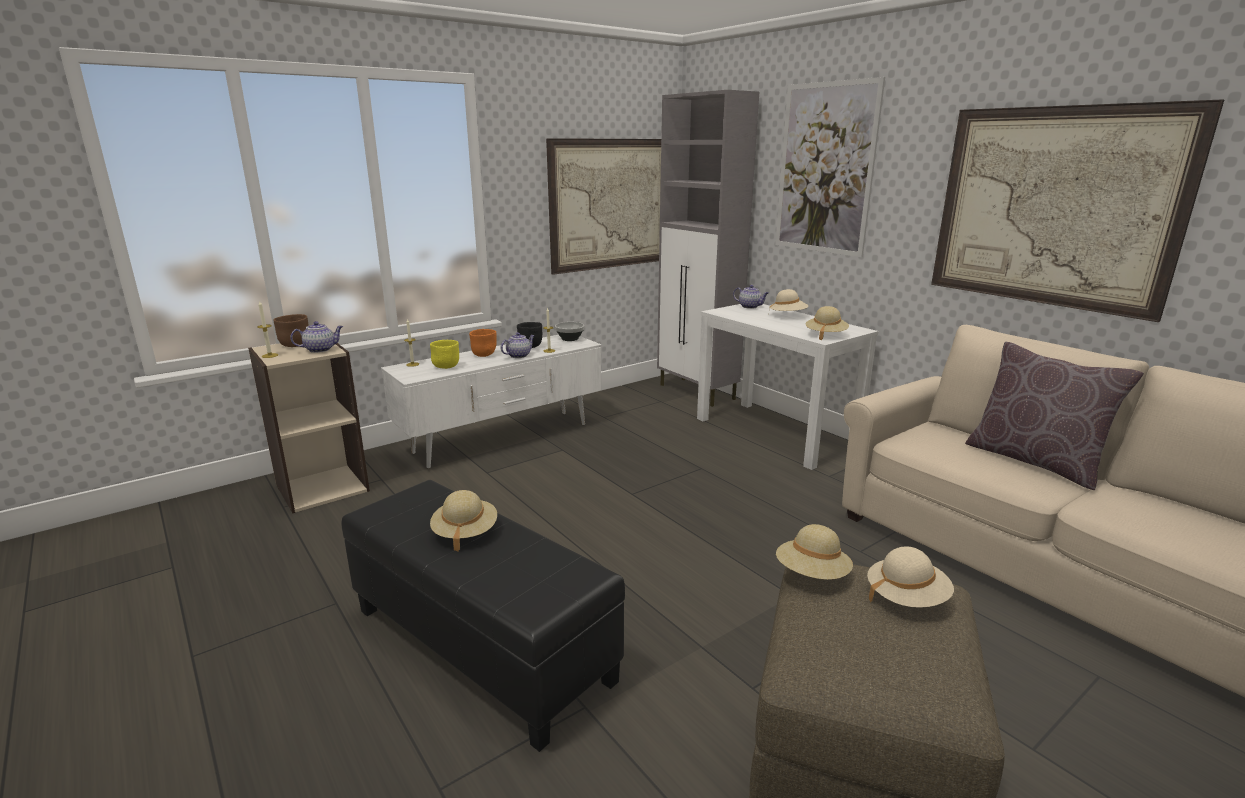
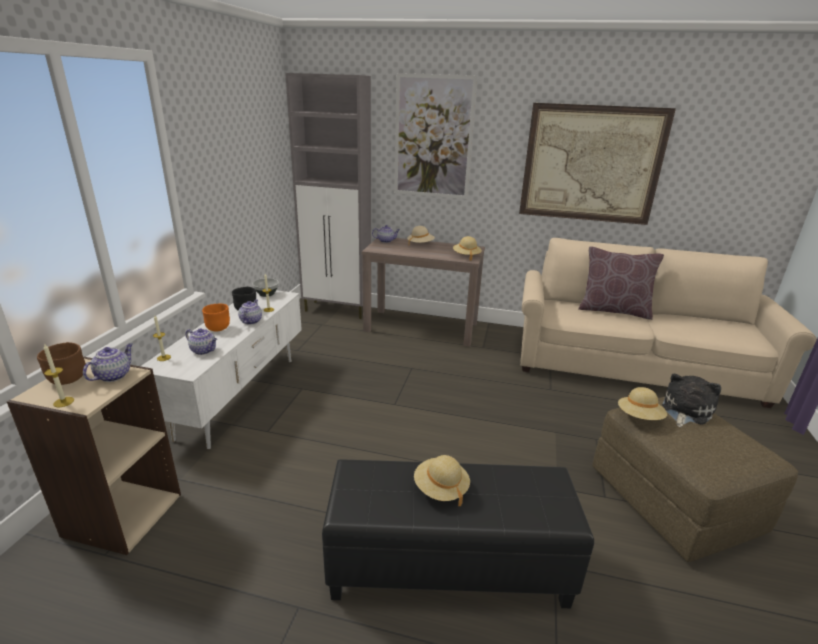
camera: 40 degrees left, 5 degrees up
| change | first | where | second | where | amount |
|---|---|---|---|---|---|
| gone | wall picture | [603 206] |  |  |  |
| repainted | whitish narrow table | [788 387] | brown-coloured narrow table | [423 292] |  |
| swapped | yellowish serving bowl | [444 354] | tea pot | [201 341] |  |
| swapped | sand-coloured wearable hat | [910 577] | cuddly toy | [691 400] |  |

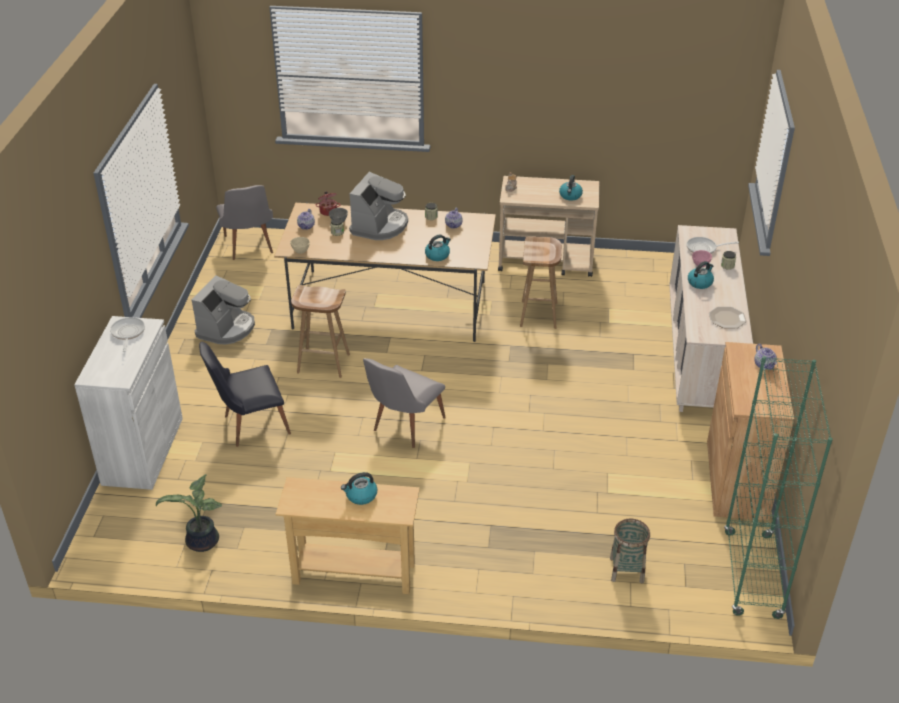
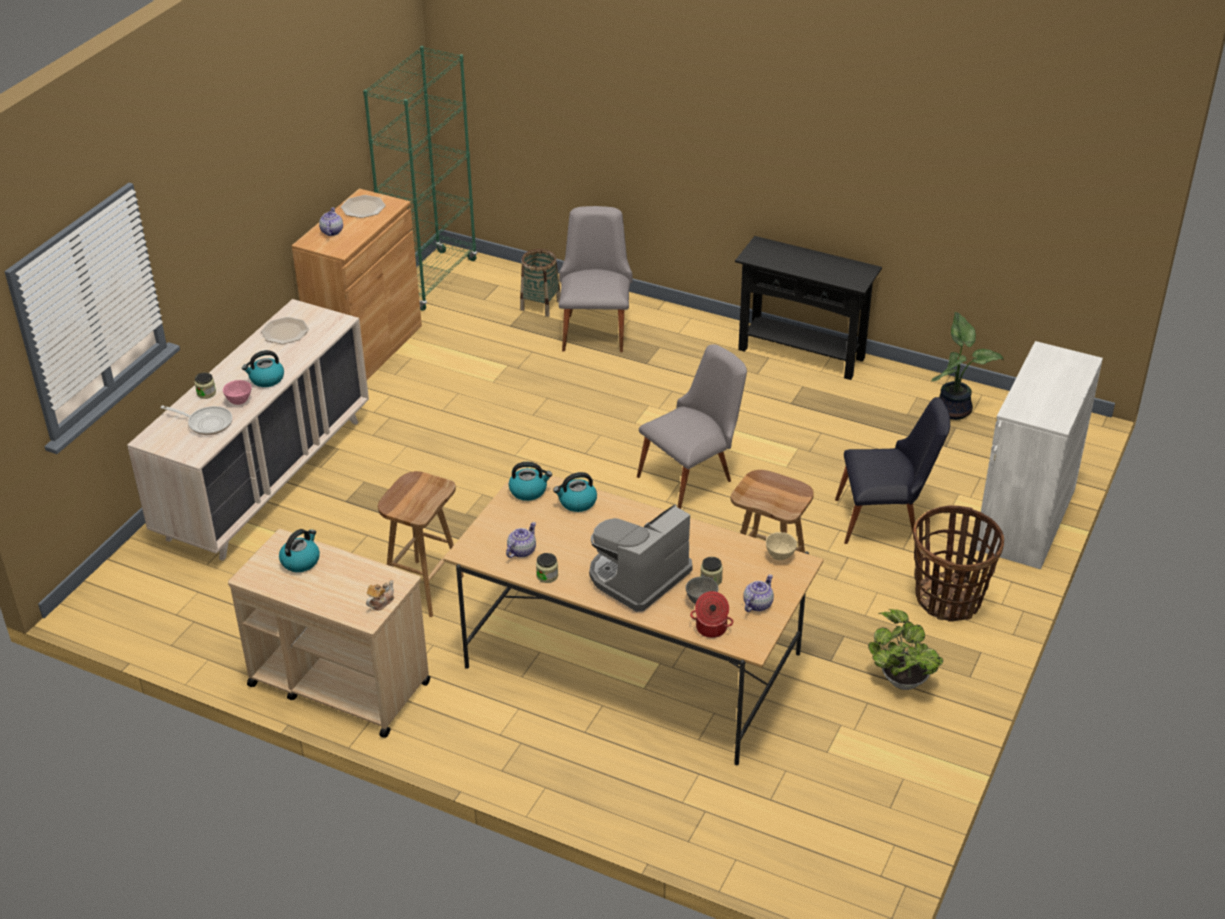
camera: 160 degrees left, 0 degrees up
| change | first | where | second | where | amount |
|---|---|---|---|---|---|
| shifted | gray upright chair | [244 222] |  | [595 279] |  |
| swapped | coffee brewer | [223 309] | houseplant | [905 649] |  |
| gone | skillet | [127 334] |  |  |  |
| shifted | kettle | [359 488] |  | [530 481] |  |
| repainted | sand-coloured narrow table | [348 535] | blackish narrow table | [808 308] |  |
| new |  |  | dinner plate | [363 206] |  |
| new |  |  | storage basket | [958 563] |  |

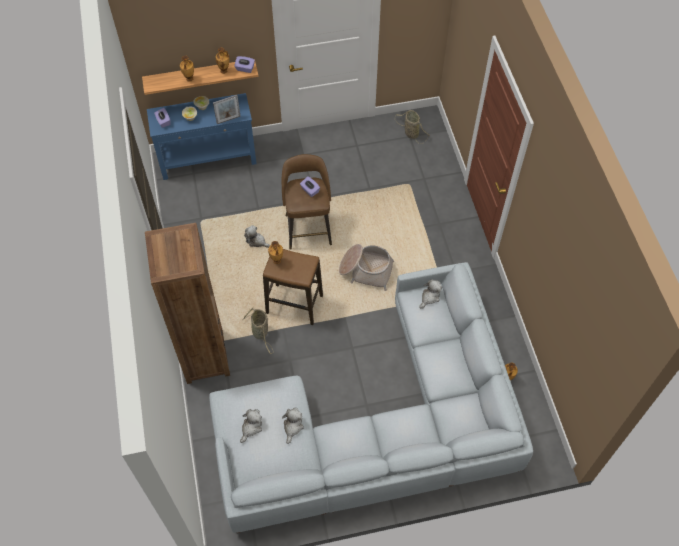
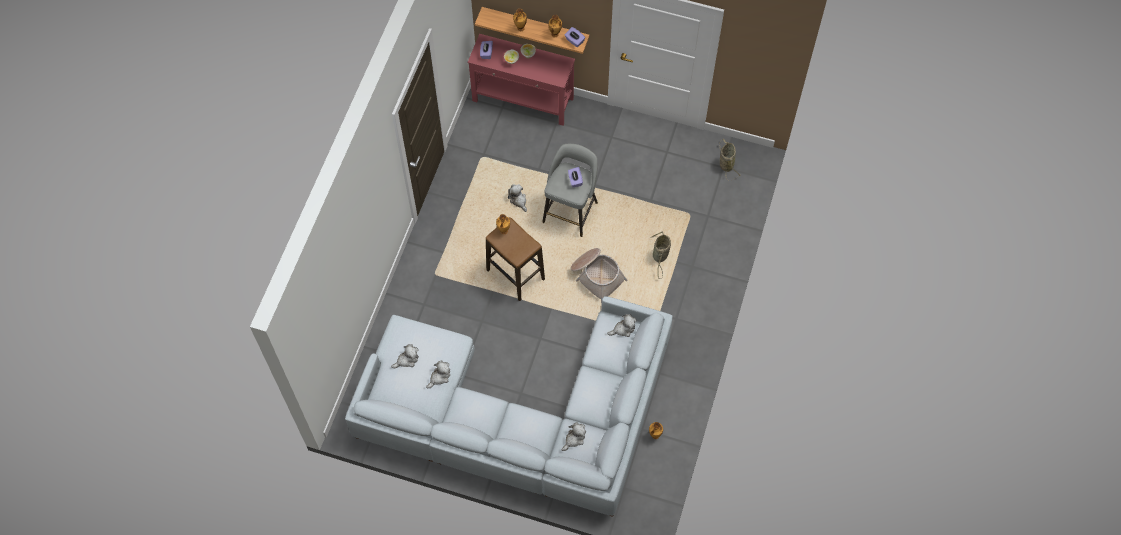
camera: 30 degrees right, 5 degrees up
| change | first | where | second | where | amount |
|---|---|---|---|---|---|
| repainted | blue-coloured narrow table | [202 136] | red narrow table | [521 80] |  |
| gone | standing frame | [227 109] |  |  |  |
| repainted | brown-coloured sitting stool | [307 202] | gray sitting stool | [570 190] |  |
| gone | brown-coloured shelving unit | [187 303] |  |  |  |
| shifted | storage basket | [258 331] |  | [661 255] |  |
| new |  |  | cuddly toy | [574 436] |  |

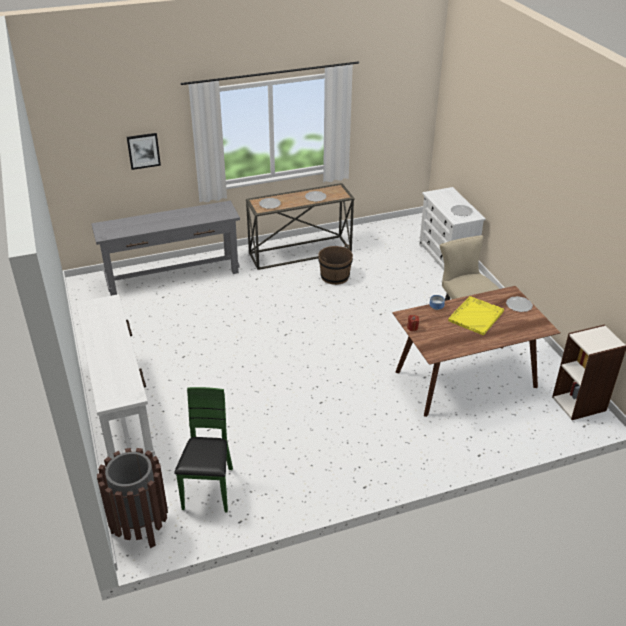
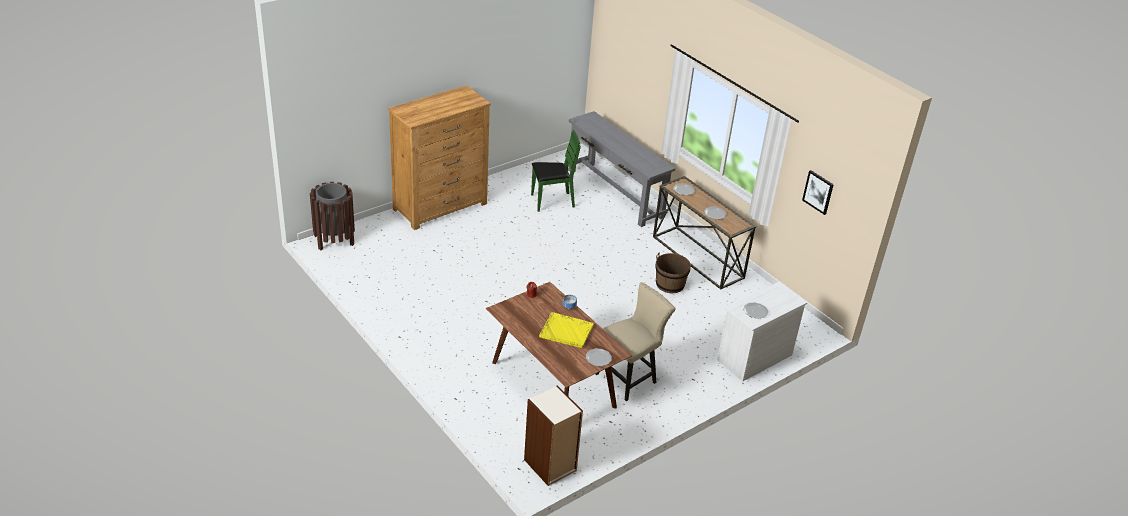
camera: 70 degrees right, 0 degrees up
| change | first | where | second | where | amount |
|---|---|---|---|---|---|
| shifted | wall picture | [144 151] |  | [818 192] |  |
| swapped | whitish narrow table | [115 376] | brown-coloured dresser | [439 157] |  |
| shifted | green upright chair | [203 449] |  | [556 171] |  |

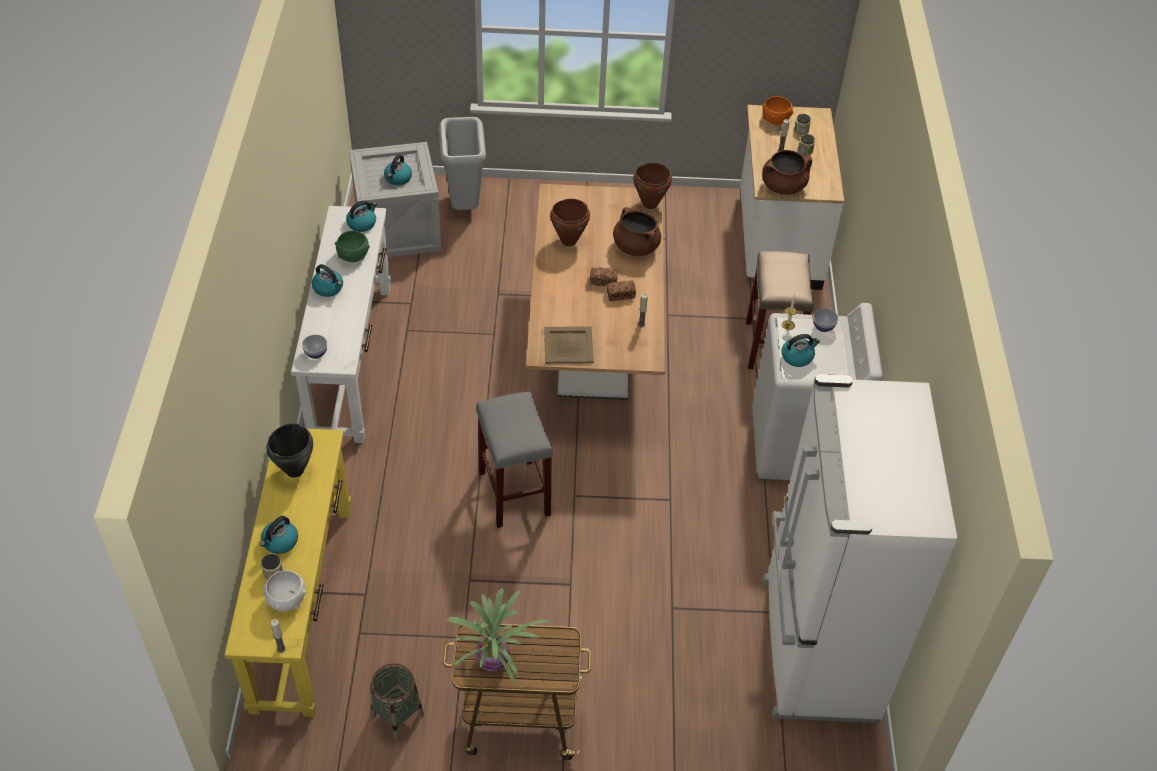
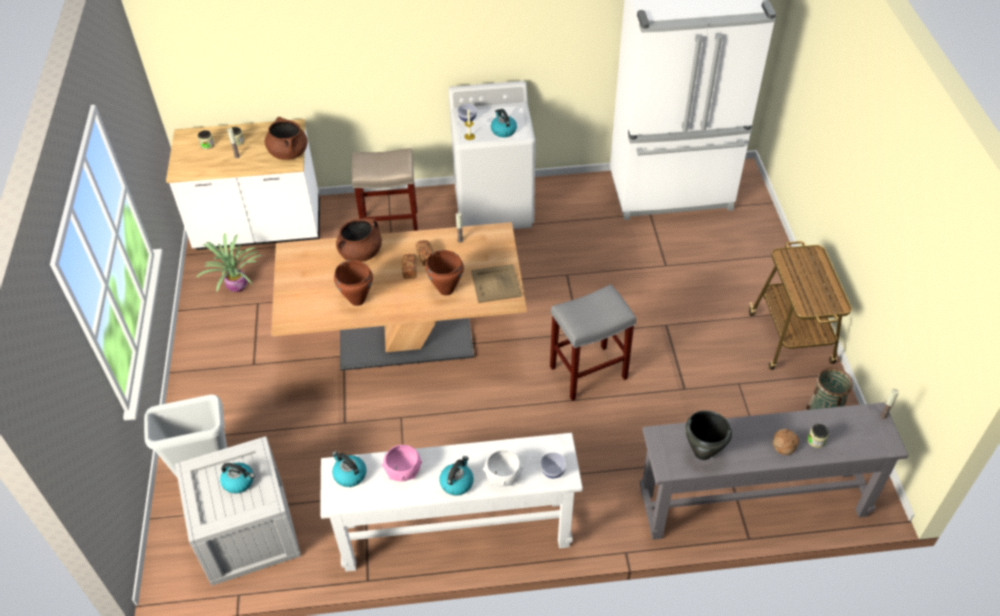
camera: 95 degrees left, 0 degrees up
| change | first | where | second | where | amount |
|---|---|---|---|---|---|
| gone | orange serving bowl | [777 110] |  |  |  |
| shifted | brown-coloured stockpot | [652 186] |  | [444 273] |  |
| repainted | green serving bowl | [352 246] | pinkish serving bowl | [402 463] |  |
| repainted | yellowish narrow table | [287 572] | gray narrow table | [774 471] |  |
| swapped | kettle | [279 535] | bread | [786 442] |  |
| shifted | whitish serving bowl | [284 590] |  | [503 468] |  |
| shifted | houseplant | [498 636] |  | [229 262] |  |

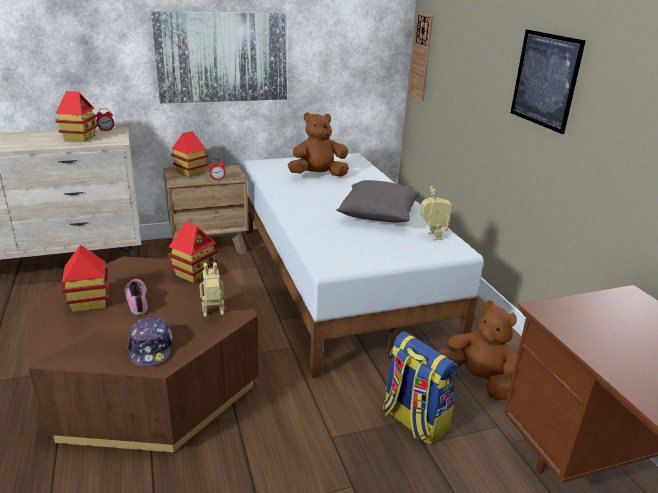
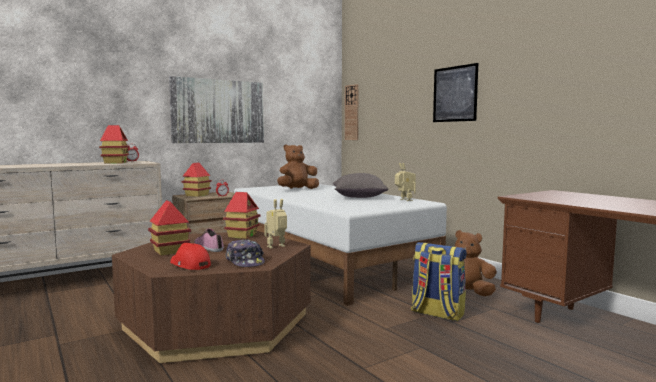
camera: 15 degrees left, 20 degrees down
| change | first | where | second | where | amount |
|---|---|---|---|---|---|
| new |  |  | red baseball cap | [190 256] |  |

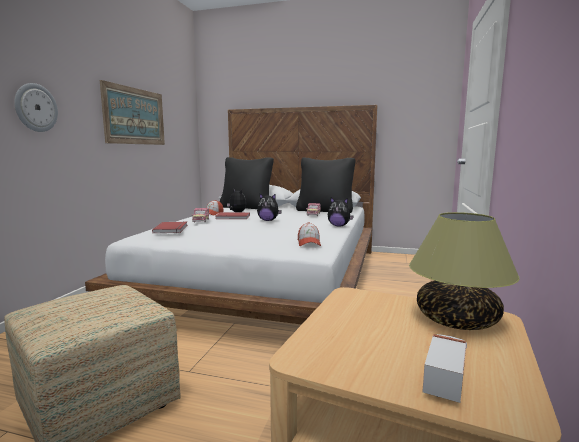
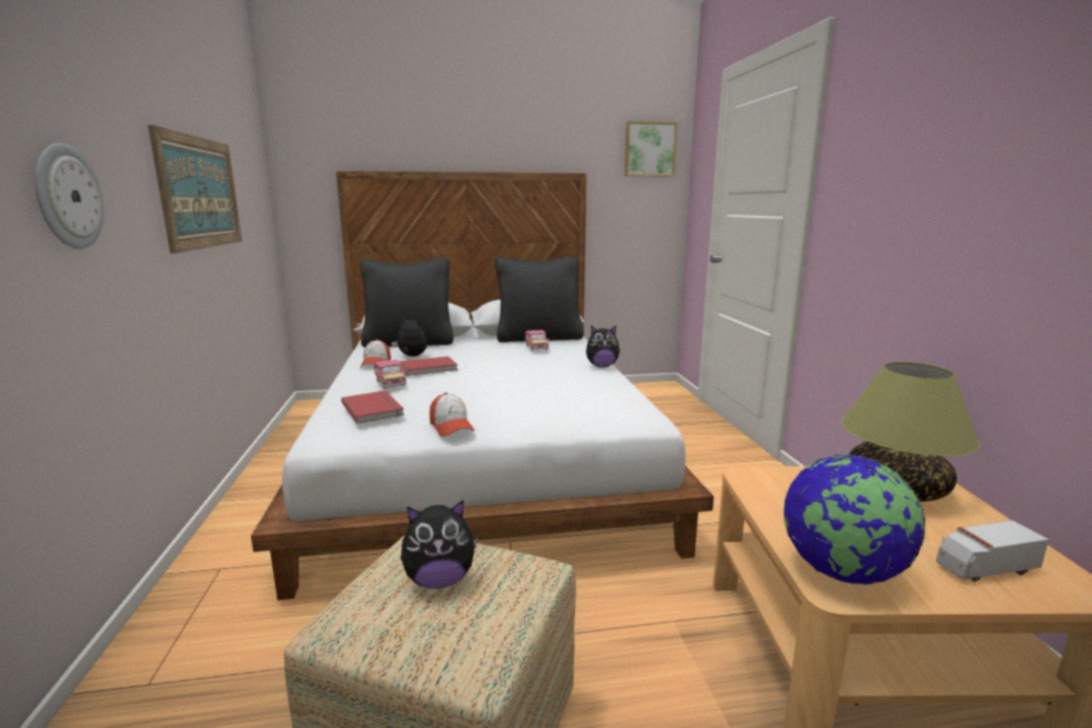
camera: 25 degrees left, 5 degrees up
| change | first | where | second | where | amount |
|---|---|---|---|---|---|
| shifted | cuddly toy | [269 207] |  | [439 544] |  |
| shifted | baseball cap | [309 234] |  | [452 415] |  |
| rotated | model truck | [444 368] |  | [992 550] | 105 degrees counterclockwise |
| new |  |  | wall picture | [651 149] |  |
| new |  |  | globe | [854 520] |  |

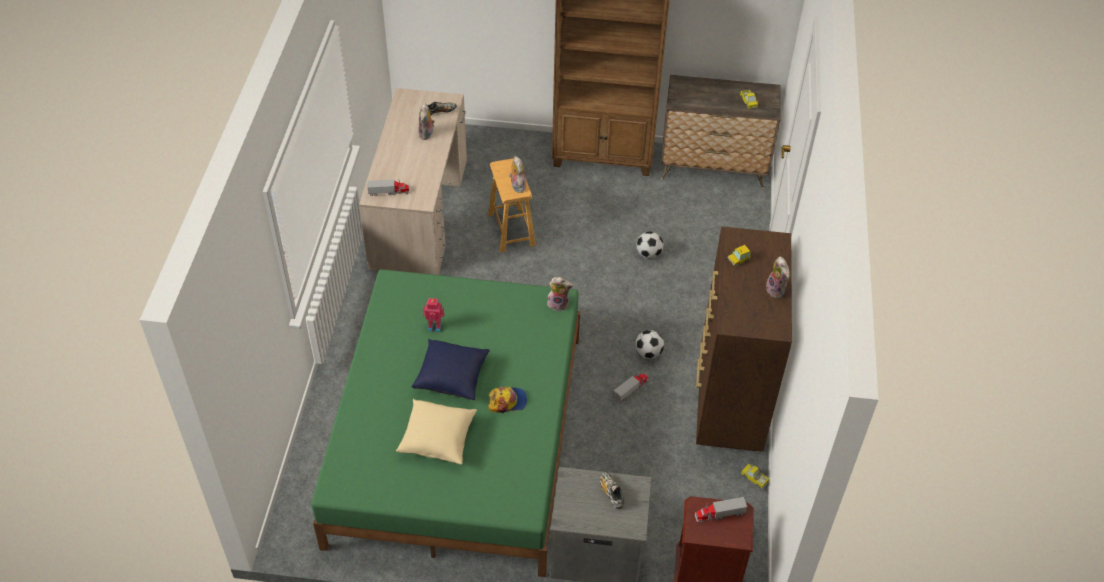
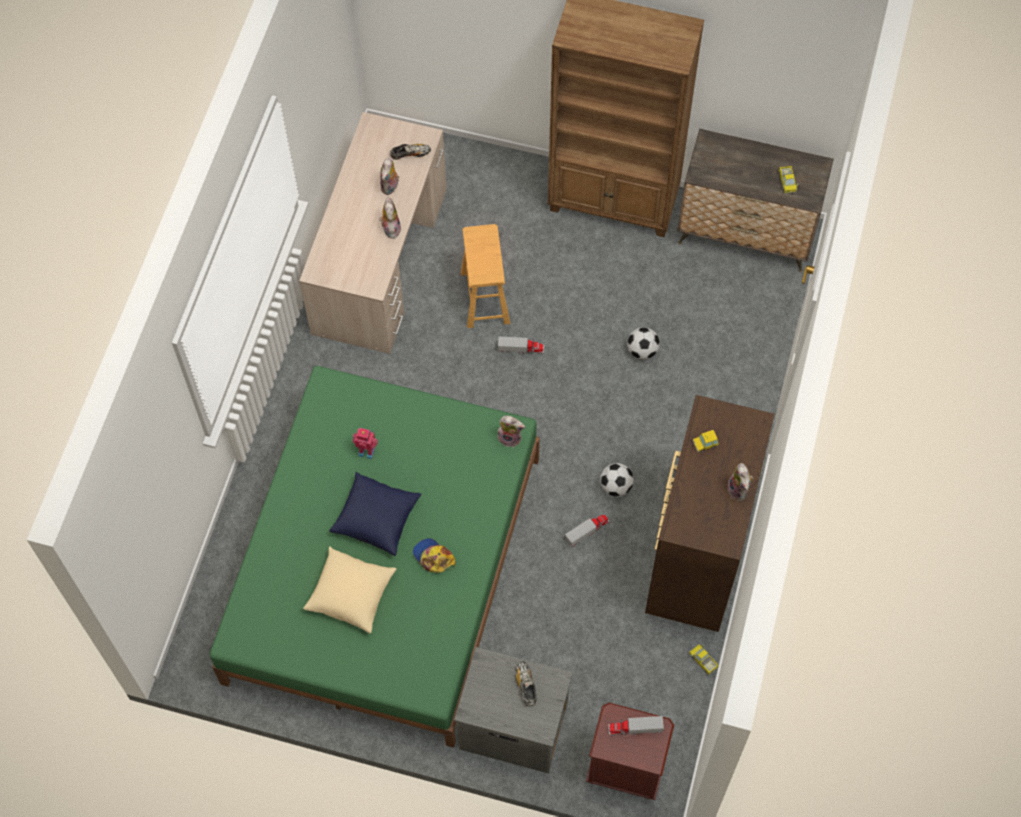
camera: 10 degrees right, 15 degrees up
| change | first | where | second | where | amount |
|---|---|---|---|---|---|
| shifted | cuddly toy | [517 174] |  | [390 218] |  |
| shifted | model truck | [389 187] |  | [521 345] |  |
| rotated | baseball cap | [507 399] |  | [433 555] | 135 degrees counterclockwise |

